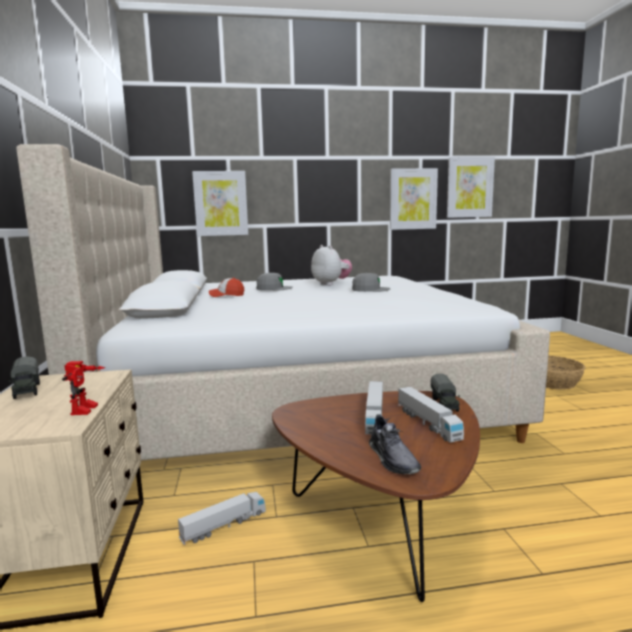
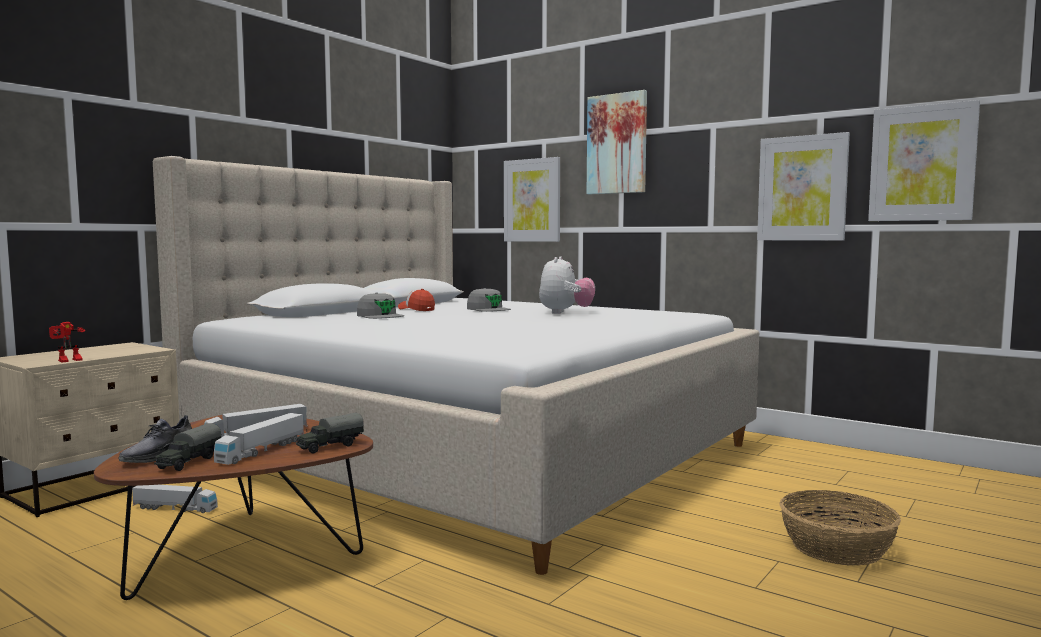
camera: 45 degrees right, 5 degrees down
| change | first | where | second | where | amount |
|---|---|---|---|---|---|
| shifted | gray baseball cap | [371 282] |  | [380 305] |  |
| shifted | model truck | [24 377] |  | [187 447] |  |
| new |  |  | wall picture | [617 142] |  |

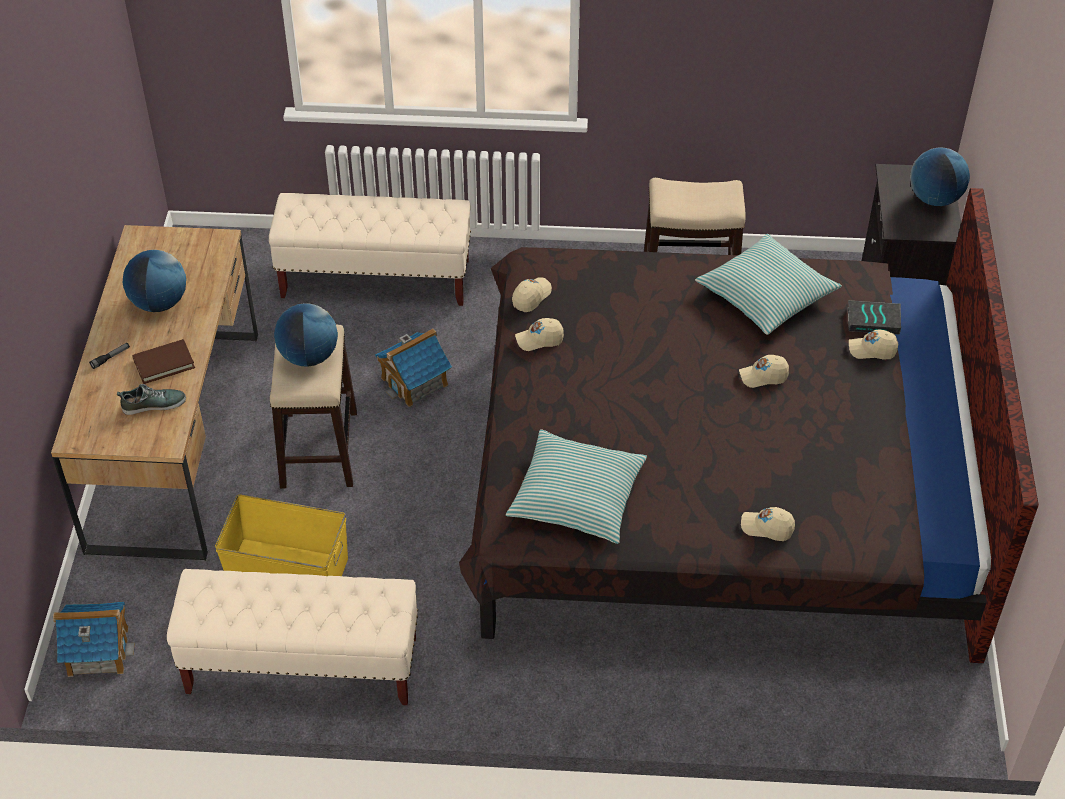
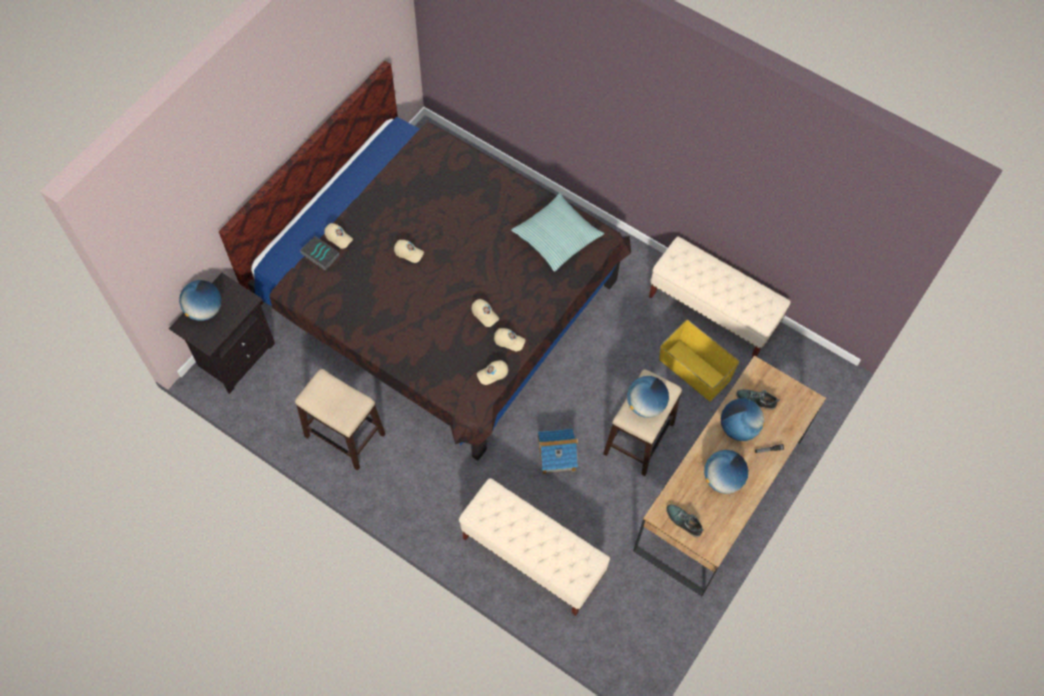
camera: 150 degrees left, 15 degrees up
| change | first | where | second | where | amount |
|---|---|---|---|---|---|
| gone | cushion | [768 284] |  |  |  |
| swapped | brown-coloured bound book | [163 361] | globe | [743 419] |  |
| shifted | sand-coloured baseball cap | [768 524] |  | [485 313] |  |
| gone | model house | [94 639] |  |  |  |
| new |  |  | item of footwear | [685 520] |  |

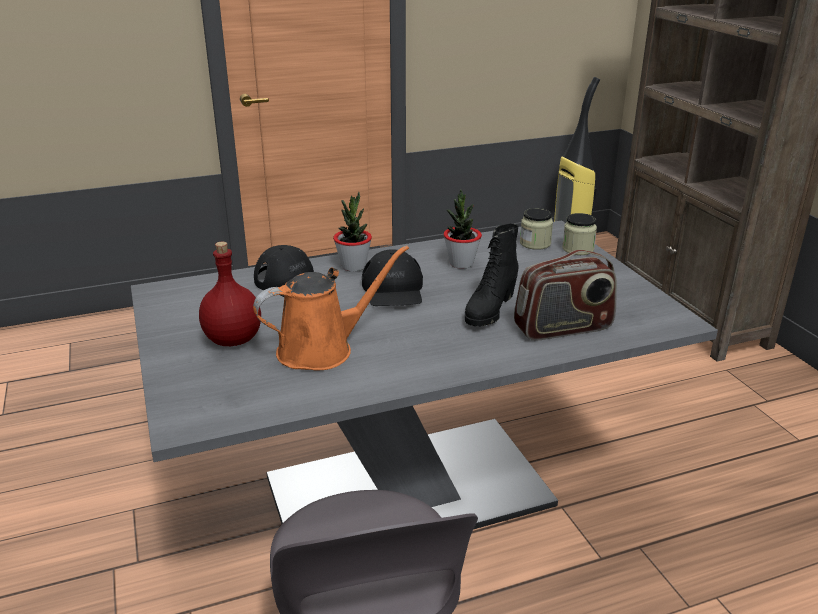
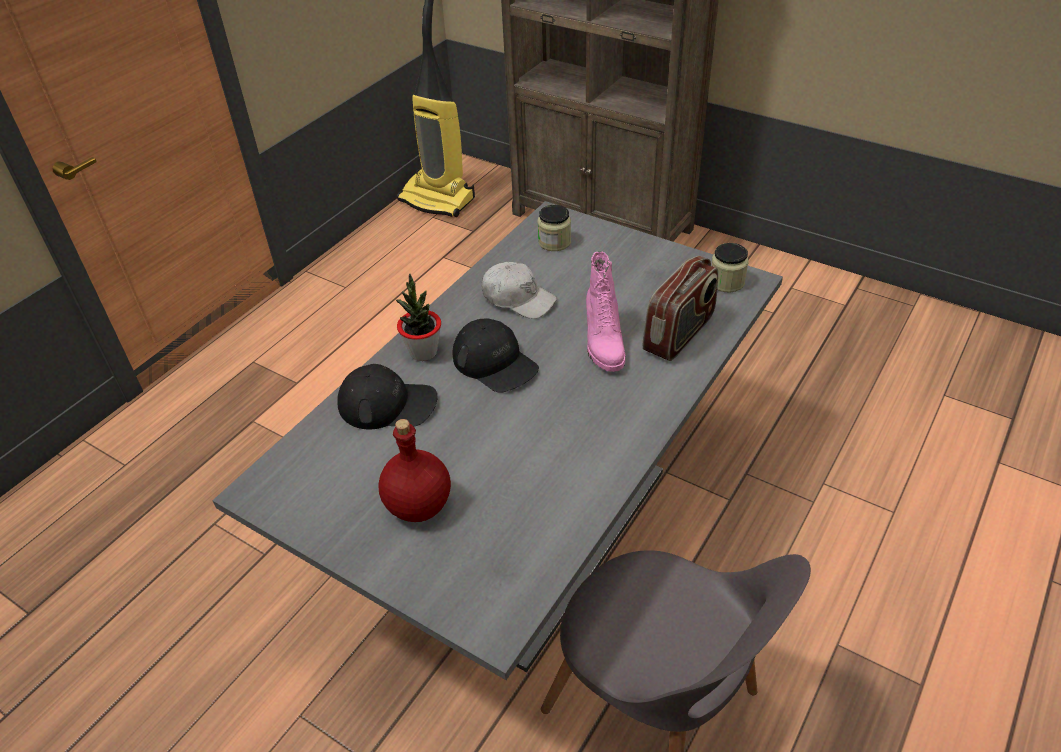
camera: 35 degrees left, 15 degrees up
| change | first | where | second | where | amount |
|---|---|---|---|---|---|
| swapped | houseplant | [463 229] | whitish baseball cap | [519 290] |  |
| shifted | preserve jar | [579 234] |  | [729 267] |  |
| repainted | blackish tall boot | [492 274] | pinkish tall boot | [605 311] |  |
| gone | orange watering pot | [331 308] |  |  |  |

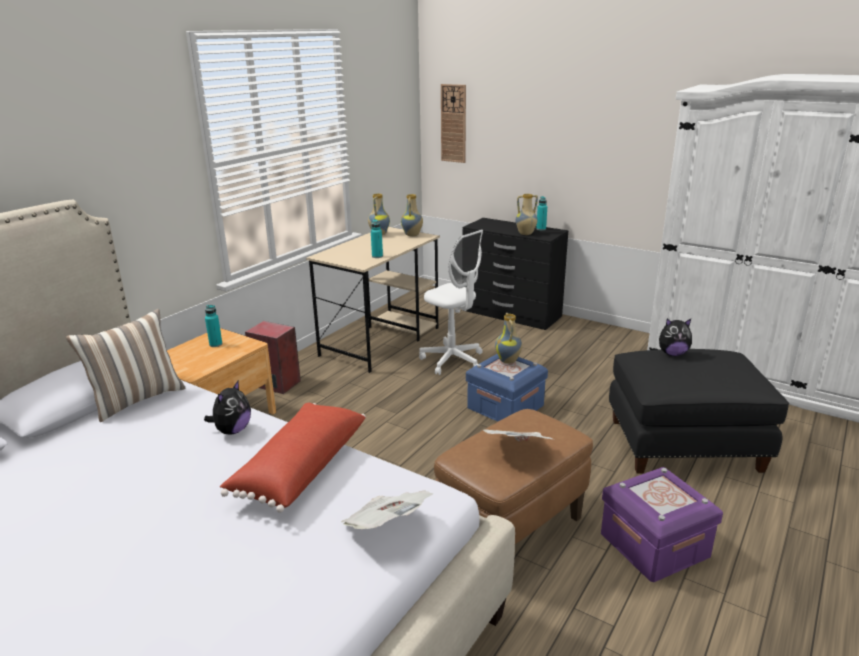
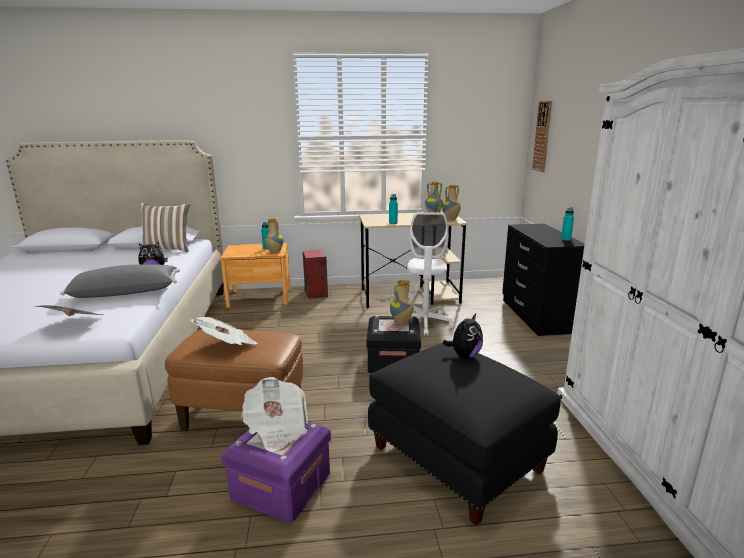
camera: 50 degrees right, 5 degrees down
| change | first | where | second | where | amount |
|---|---|---|---|---|---|
| shifted | vase | [527 214] |  | [274 236] |  |
| rotated | cuddly toy | [675 337] |  | [463 336] | 105 degrees counterclockwise |
| repainted | blue-coloured storage container | [507 388] | blackish storage container | [393 344] |  |
| repainted | red cushion | [293 458] | gray cushion | [120 281] |  |
| new |  |  | newspaper | [274 414] |  |

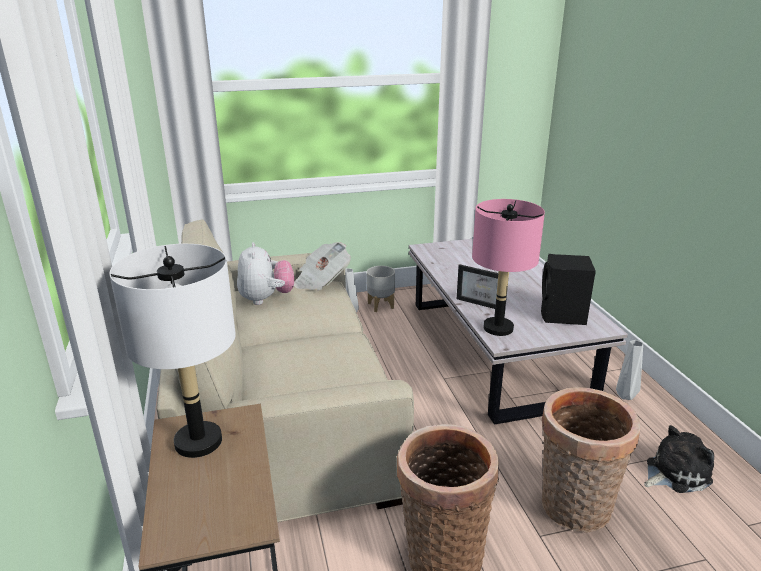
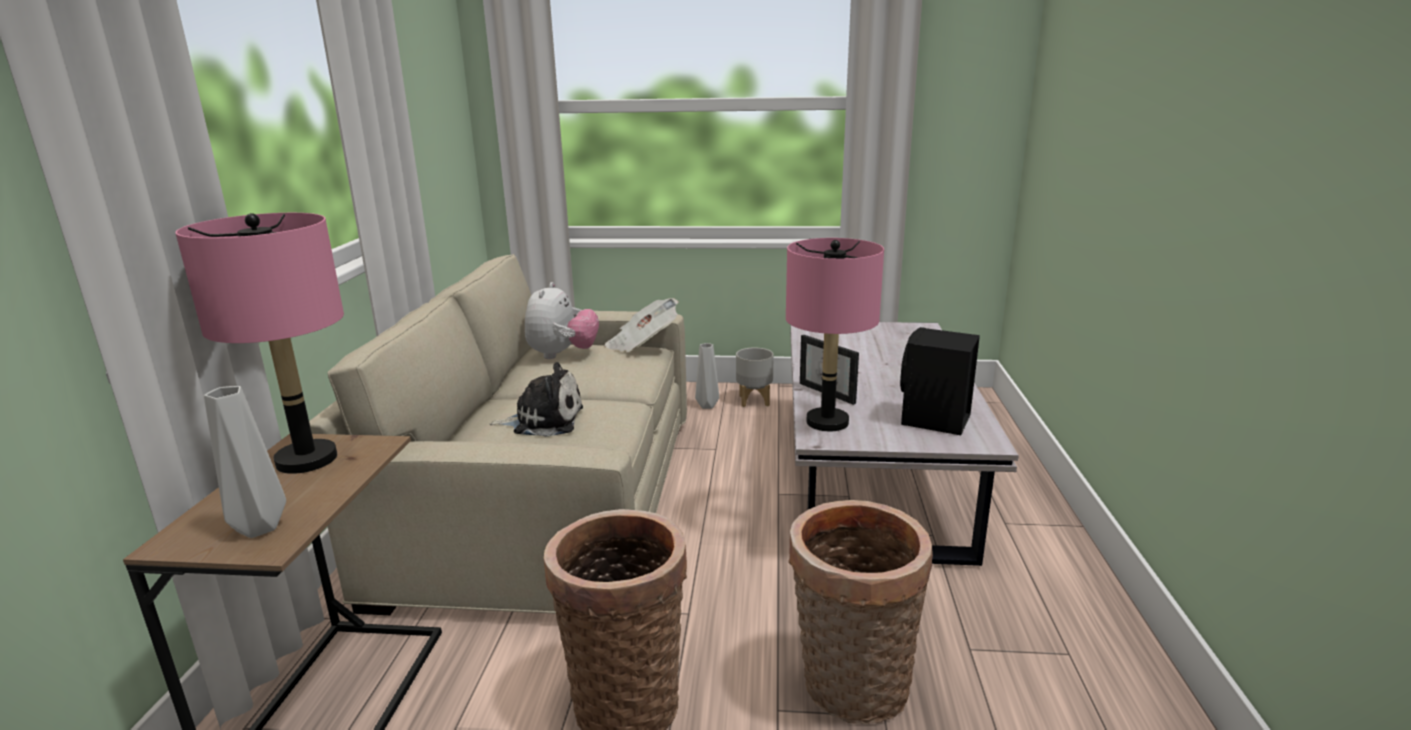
camera: 20 degrees right, 5 degrees down
| change | first | where | second | where | amount |
|---|---|---|---|---|---|
| repainted | whitish tabletop lamp | [172 351] | pinkish tabletop lamp | [259 343] |  |
| shifted | gray vase | [629 370] |  | [245 462] |  |
| shifted | cuddly toy | [679 459] |  | [536 399] |  |

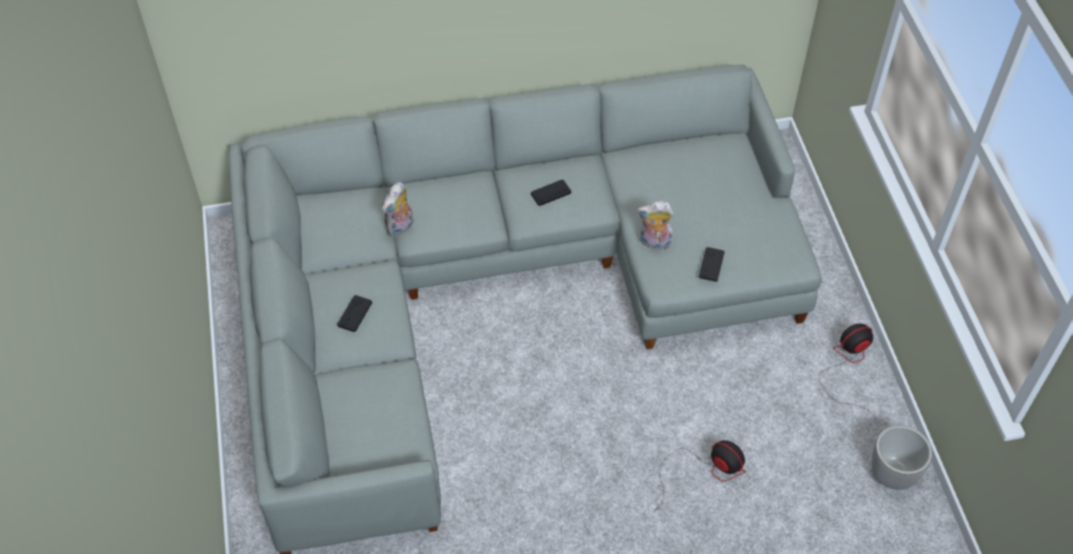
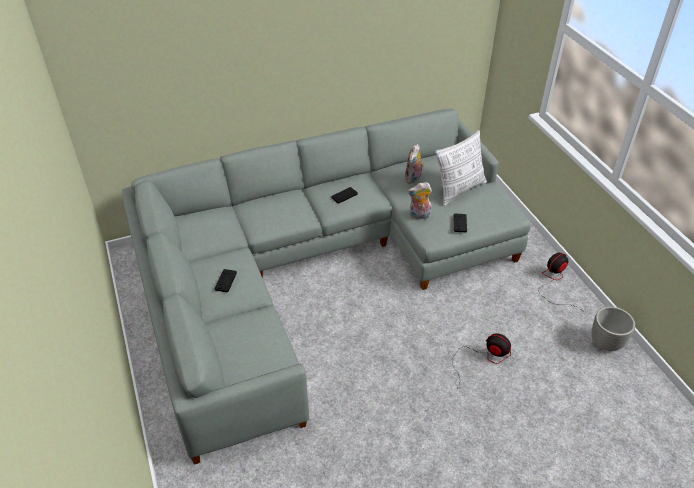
camera: 10 degrees left, 10 degrees down
| change | first | where | second | where | amount |
|---|---|---|---|---|---|
| shifted | cuddly toy | [397 209] |  | [414 164] |  |
| new |  |  | cushion | [461 168] |  |

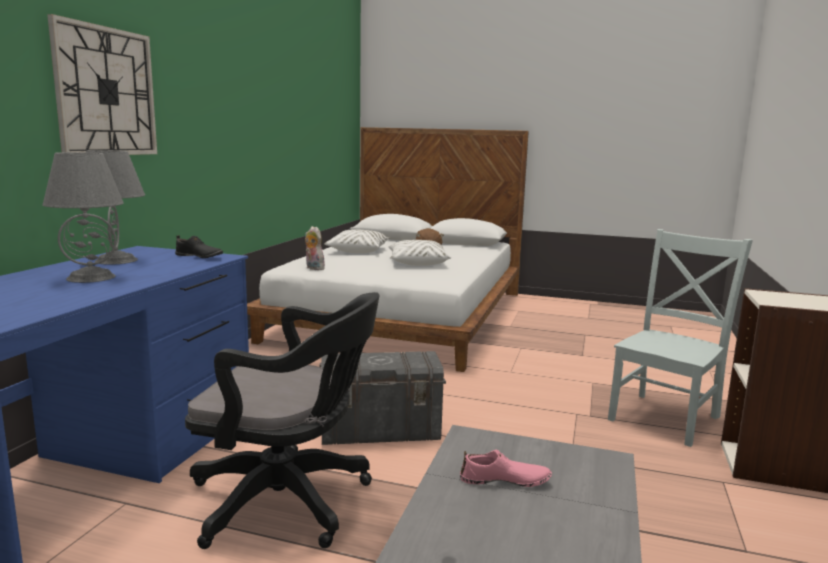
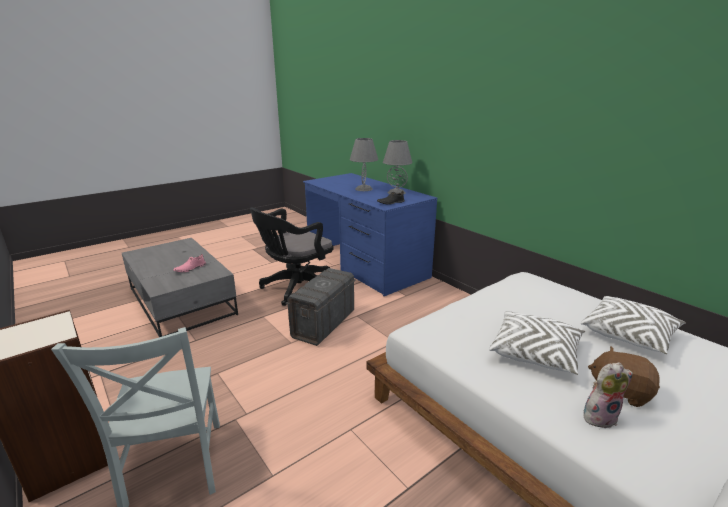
camera: 125 degrees right, 10 degrees up
| change | first | where | second | where | amount |
|---|---|---|---|---|---|
| gone | clock on the wall | [102 84] |  |  |  |
| shifted | cuddly toy | [315 248] |  | [608 395] |  |

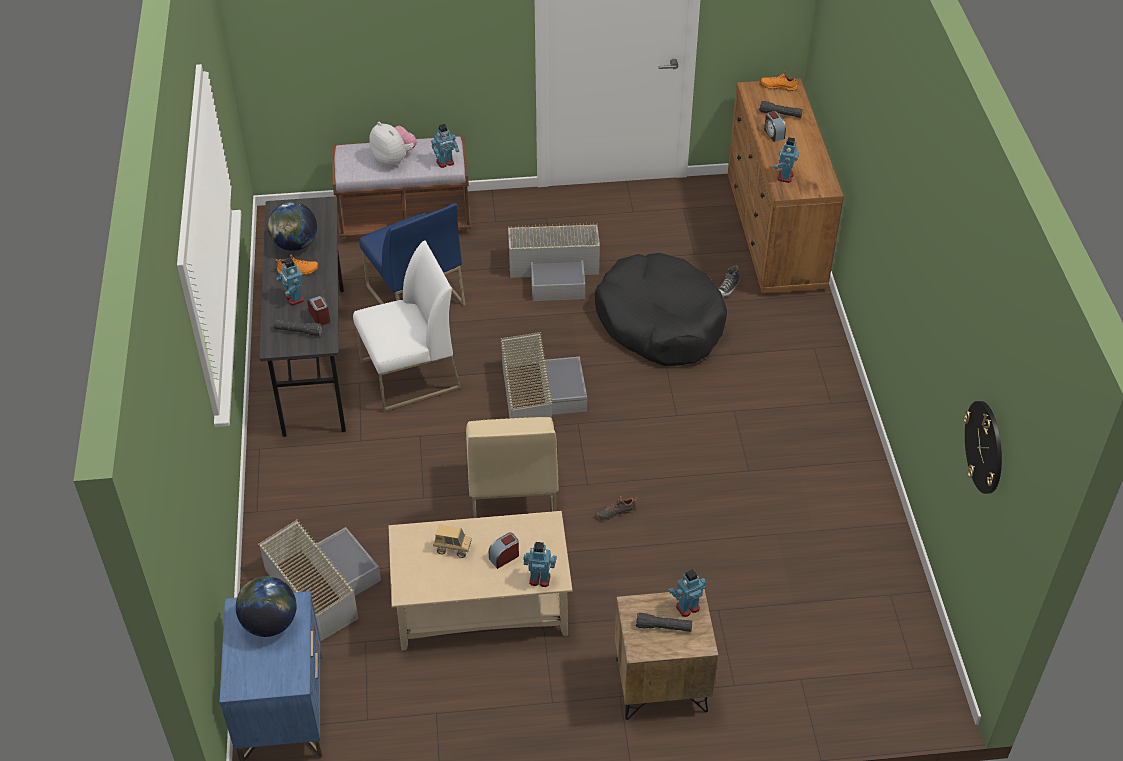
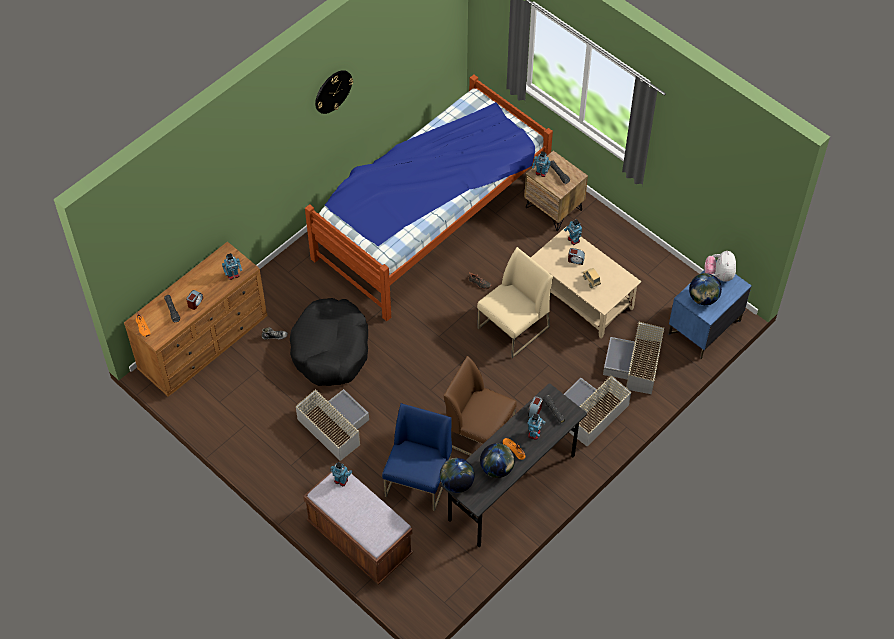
camera: 130 degrees left, 10 degrees up
| change | first | where | second | where | amount |
|---|---|---|---|---|---|
| shifted | cuddly toy | [393 144] |  | [720 266] |  |
| repainted | whitish upright chair | [407 326] | brown-coloured upright chair | [480 406] |  |
| shifted | gray storage container | [544 375] |  | [598 411] |  |
| shifted | clock on the wall | [983 447] |  | [334 92] |  |
| new |  |  | sleeping bed | [429 198] |  |
| new |  |  | globe | [457 475] |  |

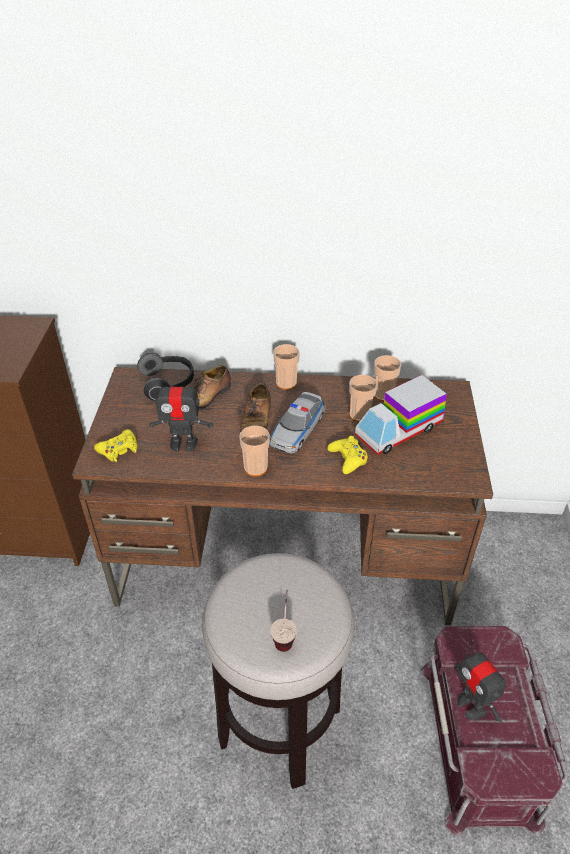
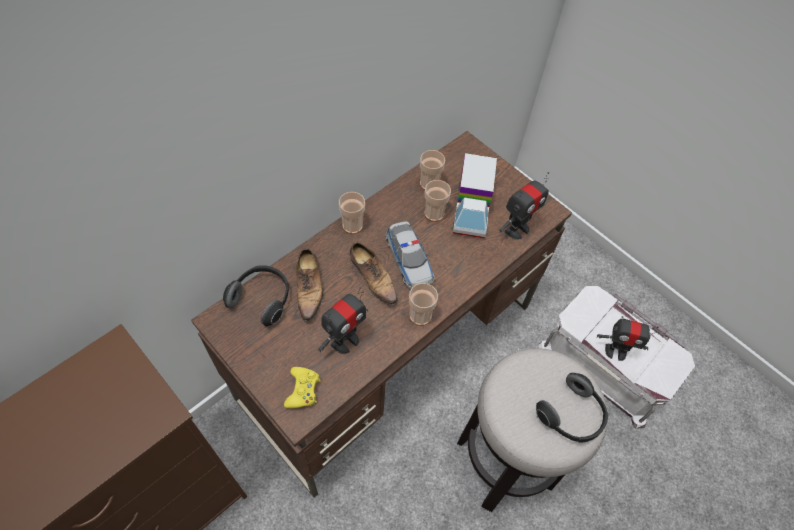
camera: 50 degrees left, 15 degrees up
| change | first | where | second | where | amount |
|---|---|---|---|---|---|
| gone | yellowish gamepad | [347 455] |  |  |  |
| swapped | cup | [283 621] | headset | [572 407] |  |
| repainted | red storage container | [494 731] | whitish storage container | [617 357] |  |
| new |  |  | toy robot | [524 206] |  |

